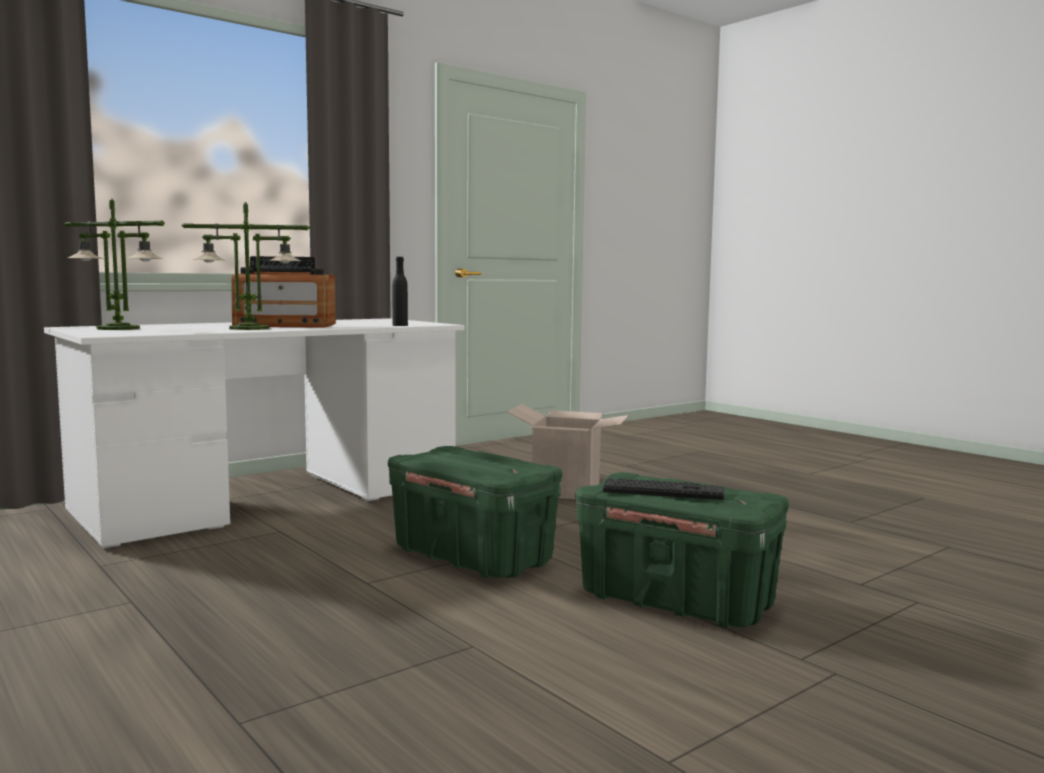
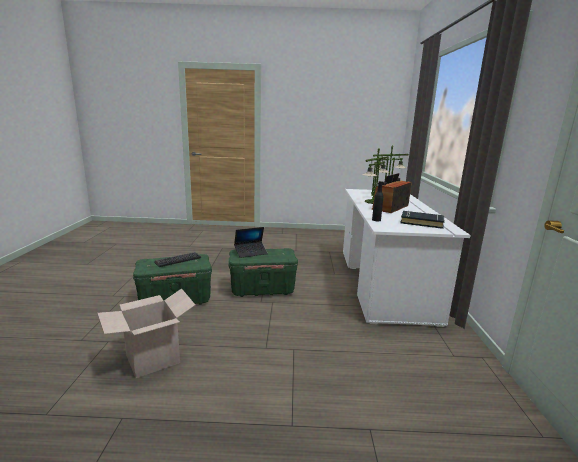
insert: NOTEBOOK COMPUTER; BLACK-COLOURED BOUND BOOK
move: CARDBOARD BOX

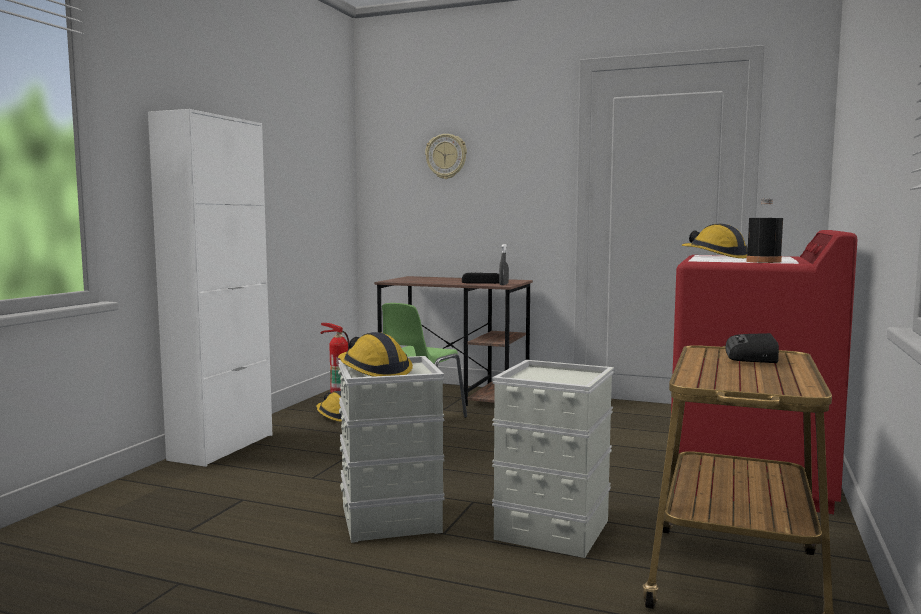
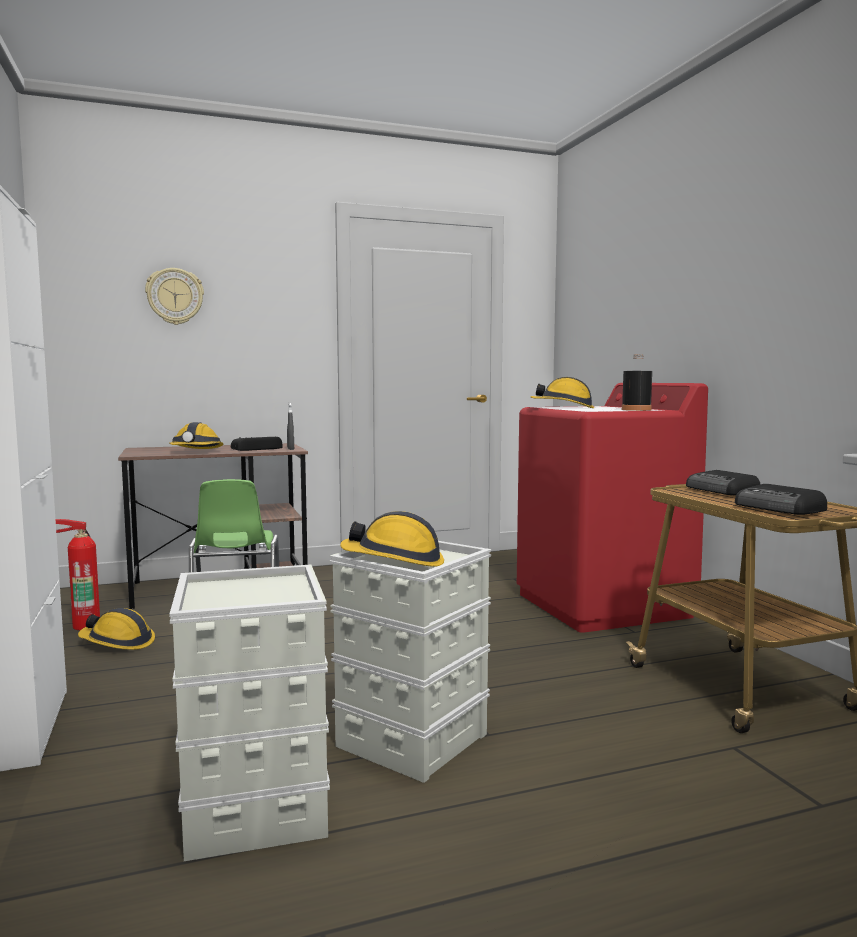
insert: WORK HELMET (2nd from left); RADIO RECEIVER (3rd from left)
move: GREY STORAGE BIN (2nd from left in the first image) to GREY STORAGE BIN (1st from left)

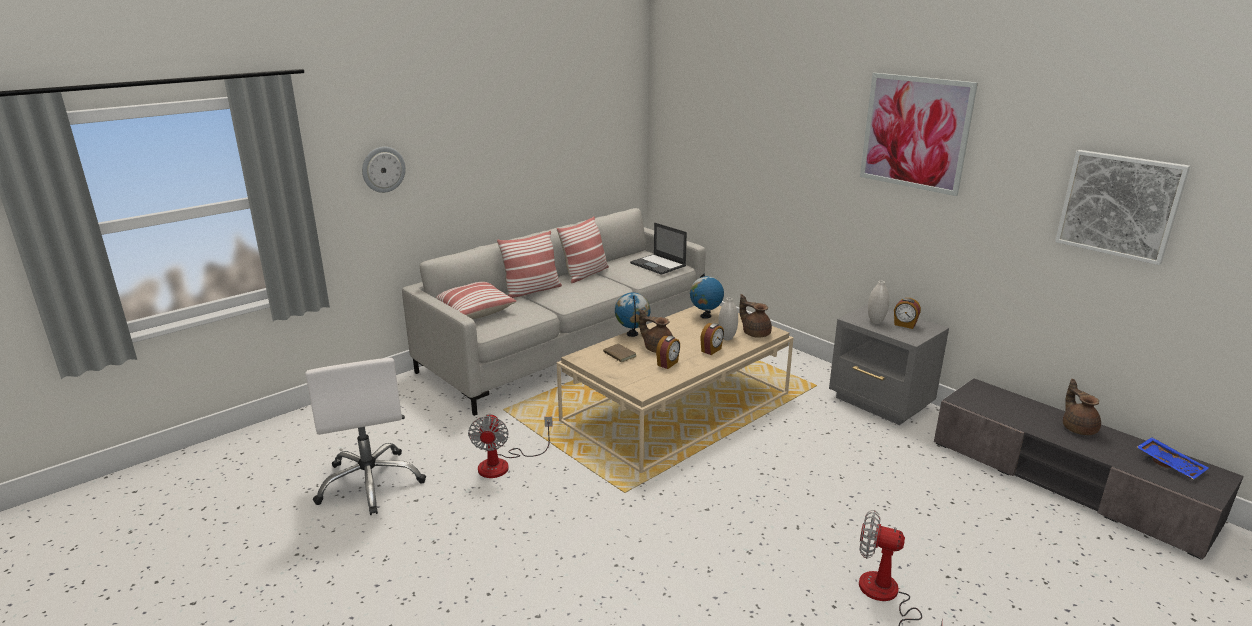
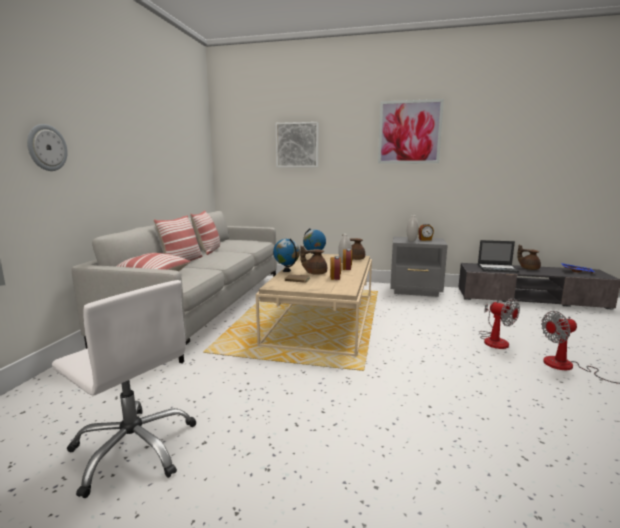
move: COOLING FAN (1st from left); NOTEBOOK COMPUTER; WALL PICTURE (2nd from left in the first image) to WALL PICTURE (1st from left)

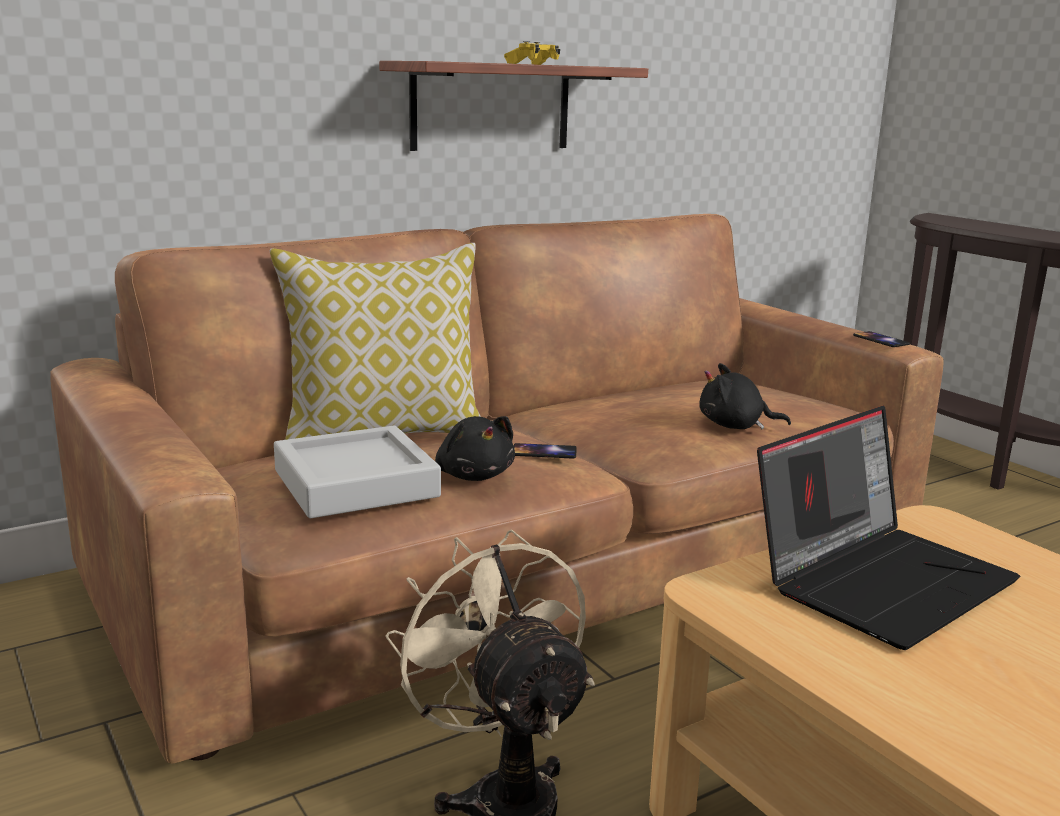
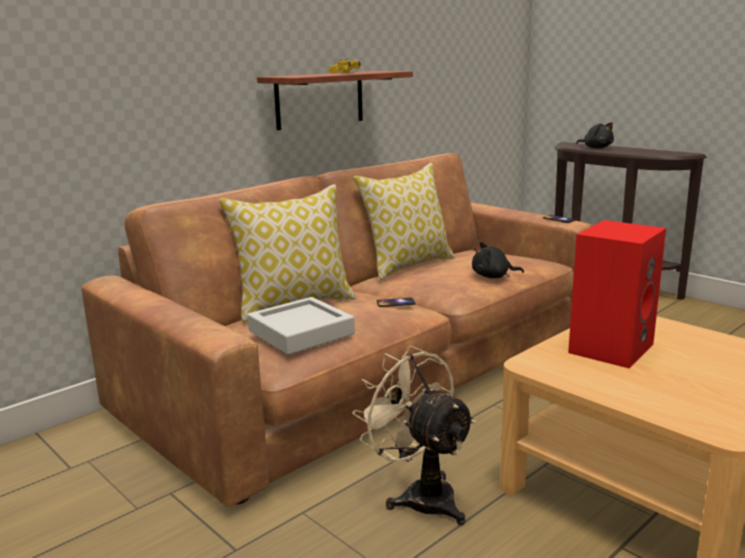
insert: CUSHION (2nd from left)
move: BLACK-COLOURED PLUSH TOY (1st from left in the first image) to BLACK-COLOURED PLUSH TOY (2nd from left)
replace: NOTEBOOK COMPUTER to REDDISH AUDIO SPEAKER

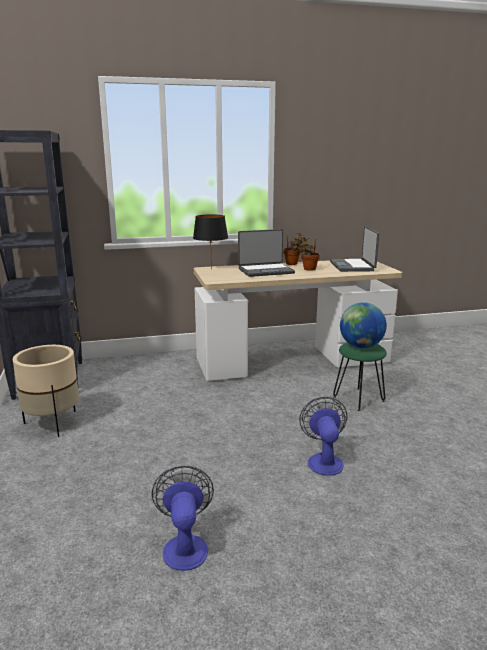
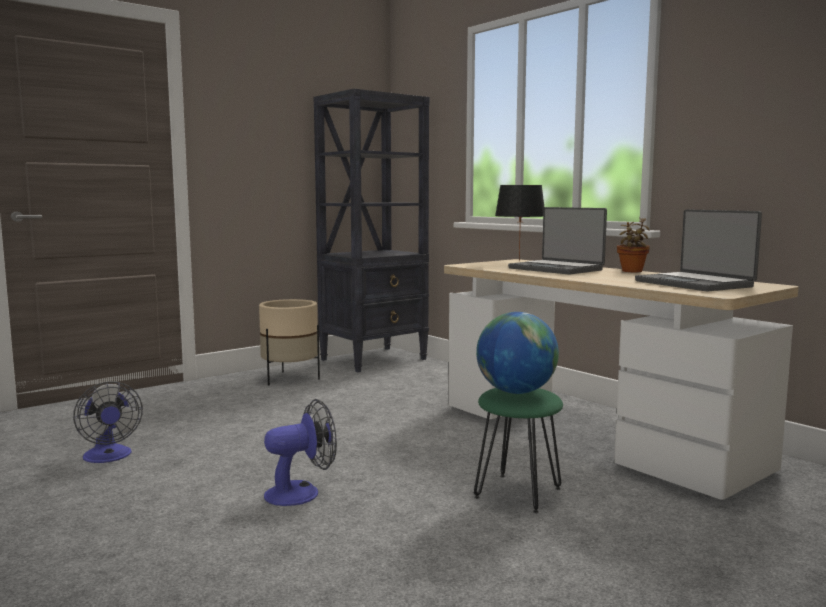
delete: HOUSEPLANT (2nd from left)
rotate: COOLING FAN (1st from left) 90 degrees clockwise; NOTEBOOK COMPUTER (2nd from left) 90 degrees counterclockwise

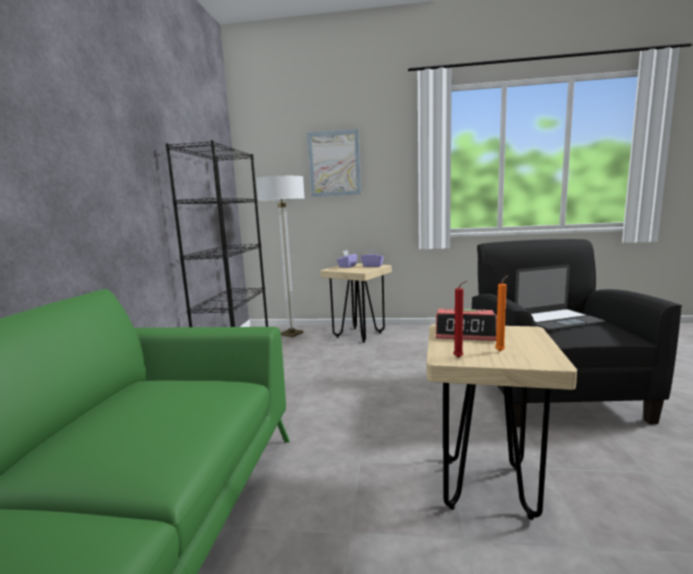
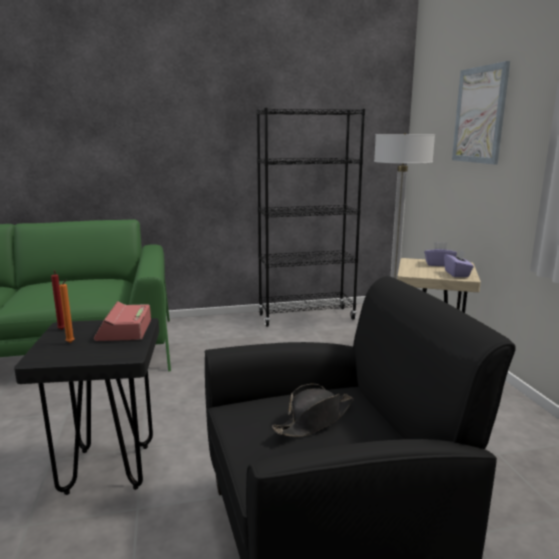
replace: NOTEBOOK COMPUTER to BLACK-COLOURED CLOTHING HAT
recolor: SAND-COLOURED STOOL (2nd from left) to BLACK-COLOURED STOOL

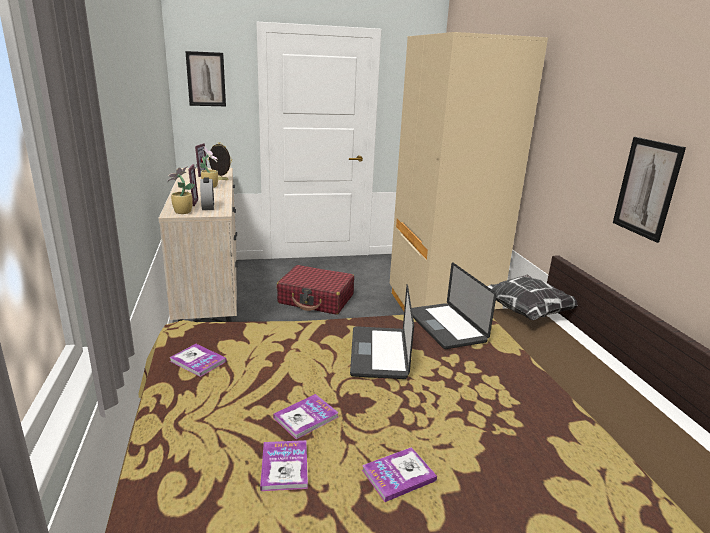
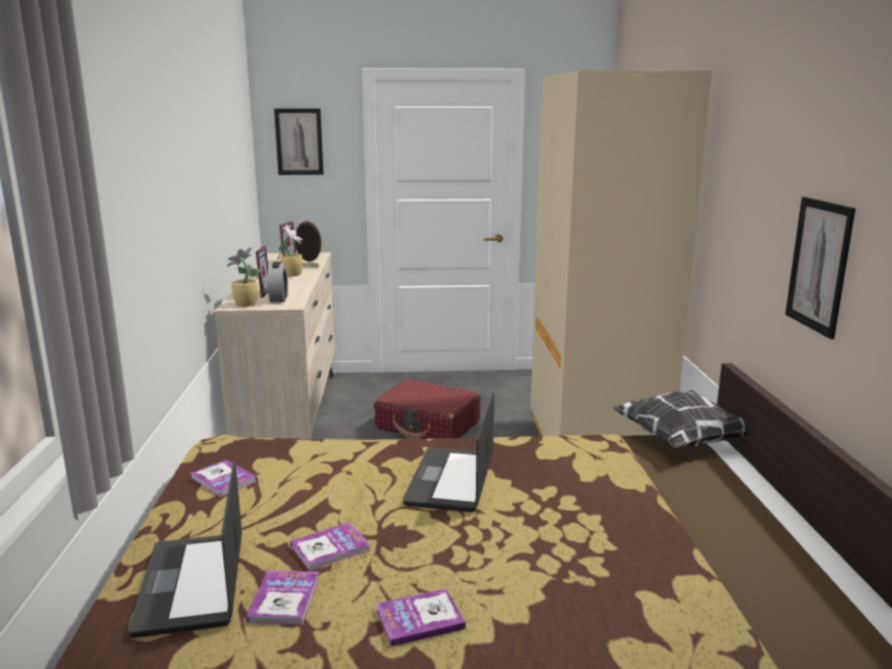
move: NOTEBOOK COMPUTER (2nd from left in the first image) to NOTEBOOK COMPUTER (1st from left)

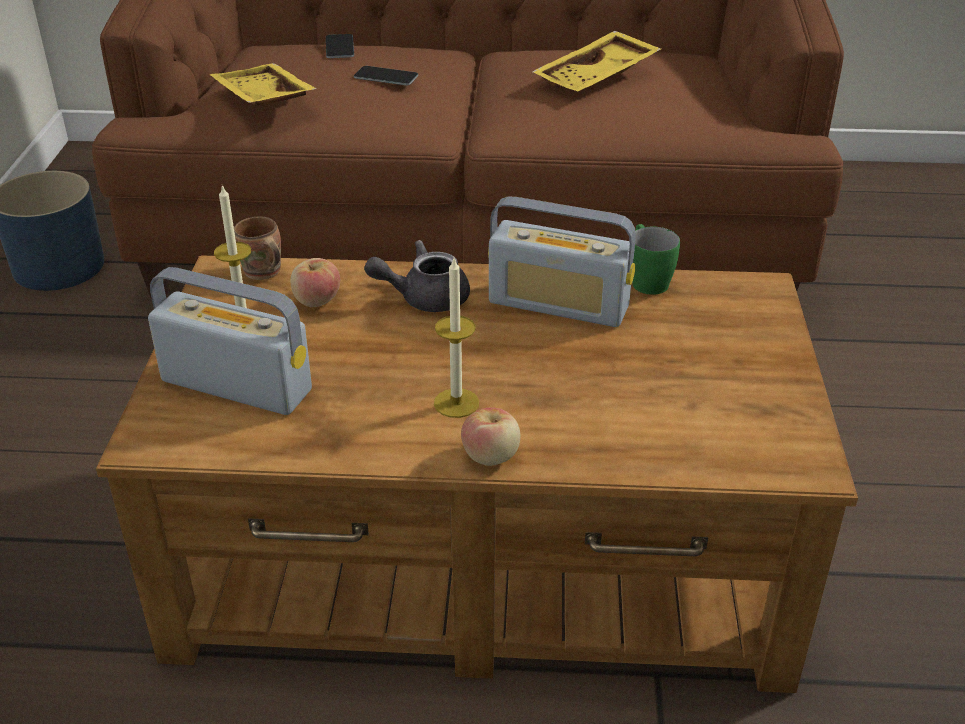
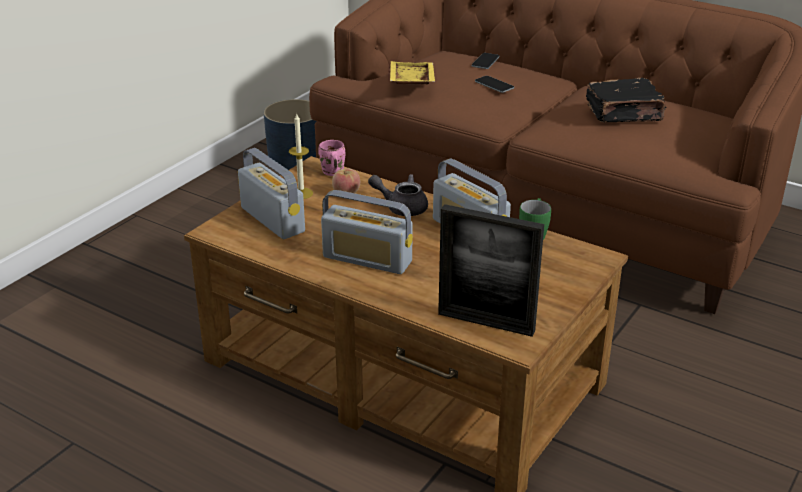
delete: APPLE (2nd from left)
insert: PICTURE FRAME
replace: WAX LIGHT (2nd from left) to RADIO RECEIVER (2nd from left); YELLOW TRAY (2nd from left) to BLACK-COLOURED BOUND BOOK
recolor: BROWN-COLOURED MUG to PINK MUG

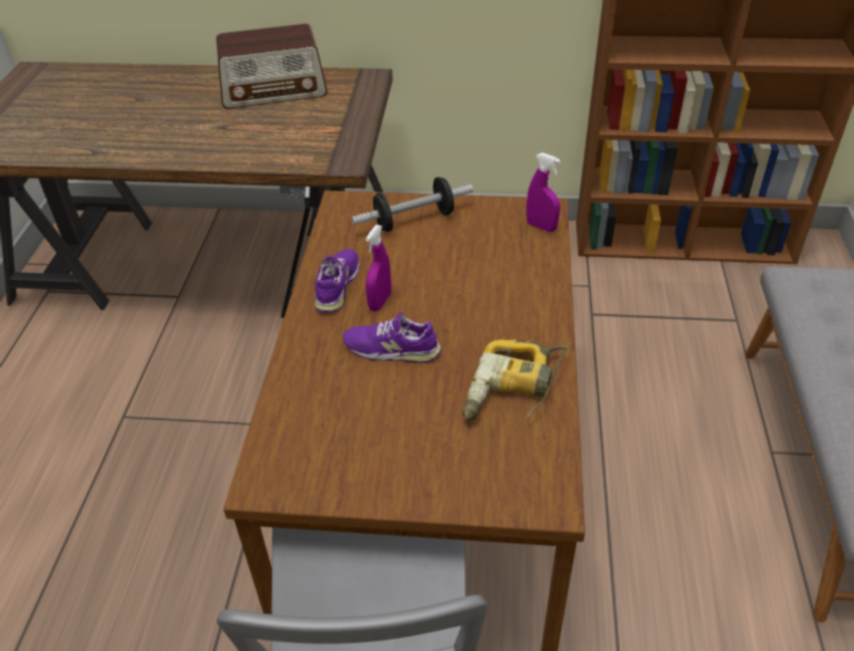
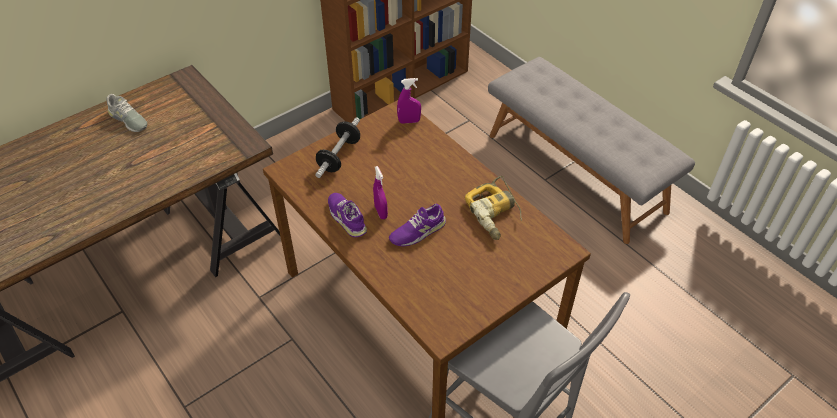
replace: RADIO RECEIVER to GREY LOW SHOE

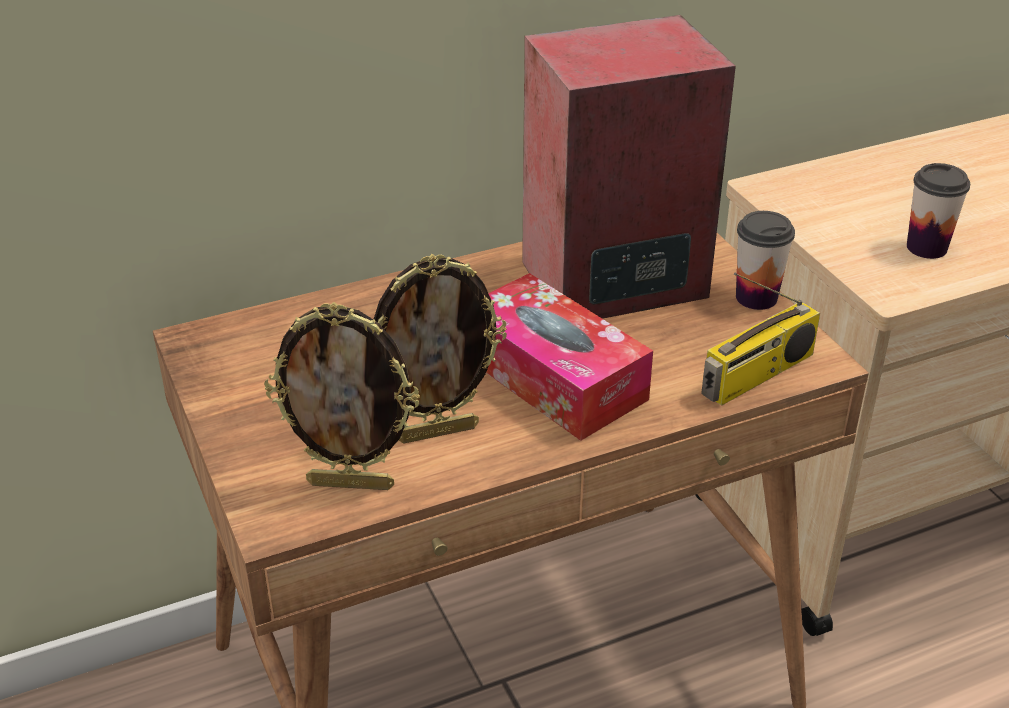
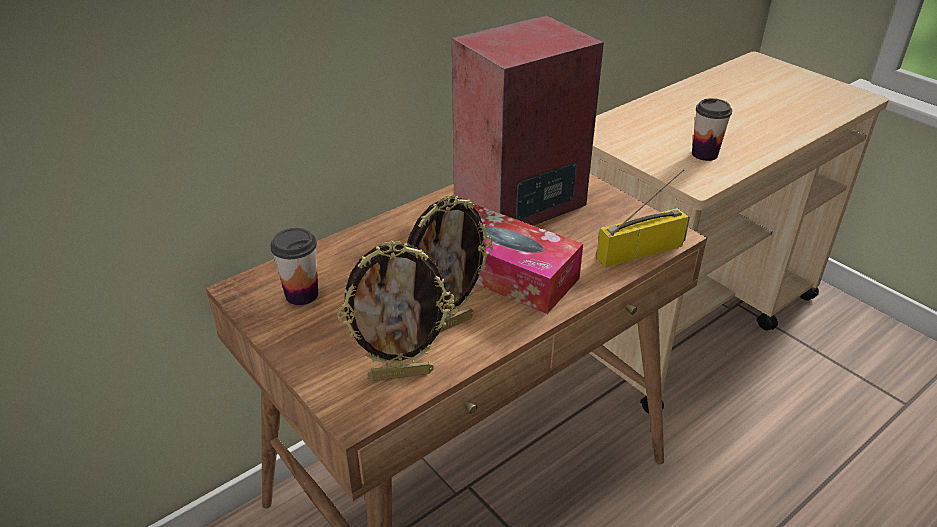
move: CUP (1st from left)
rotate: RADIO RECEIVER 150 degrees counterclockwise

